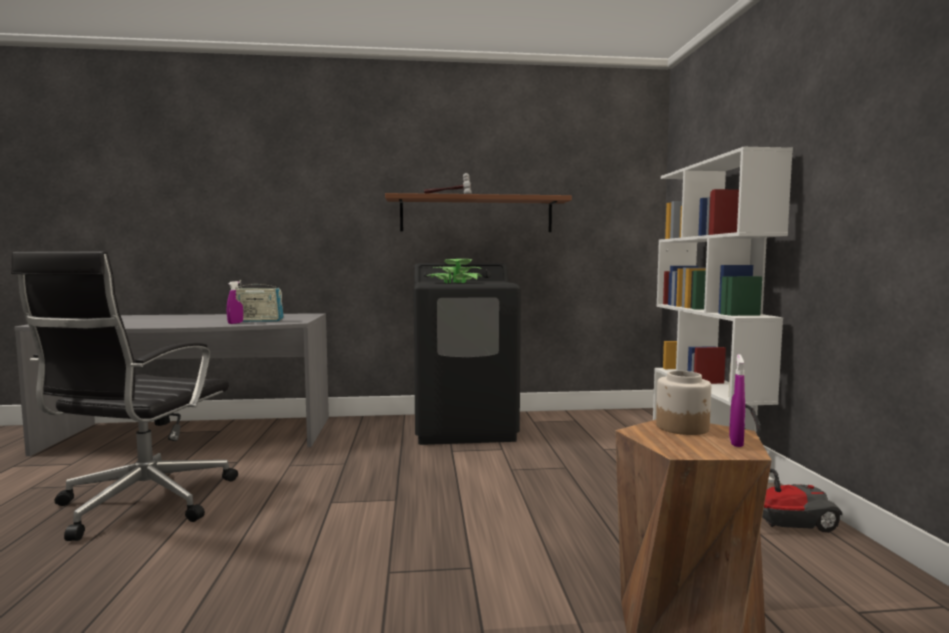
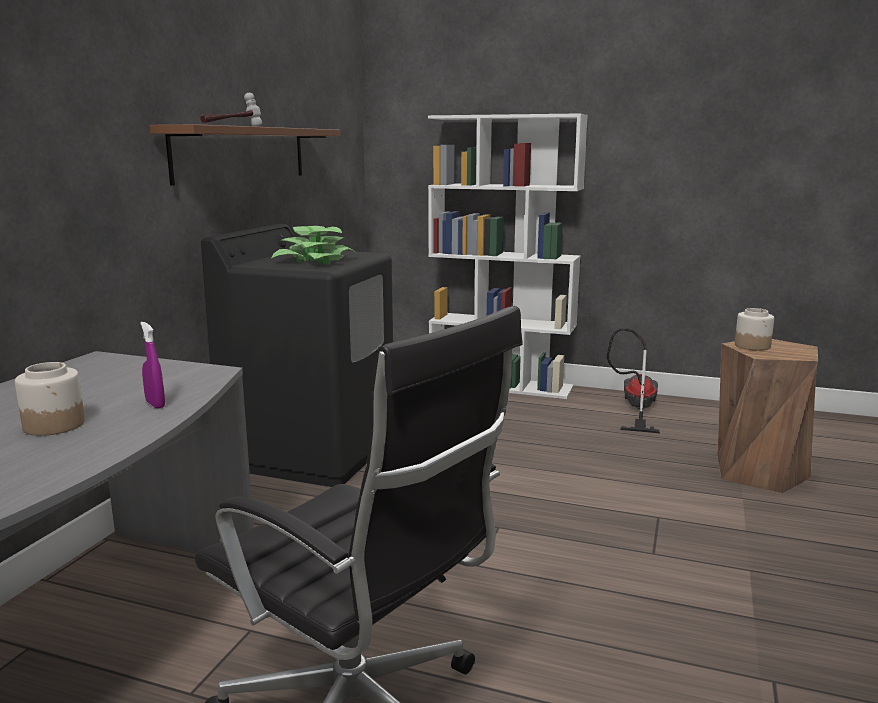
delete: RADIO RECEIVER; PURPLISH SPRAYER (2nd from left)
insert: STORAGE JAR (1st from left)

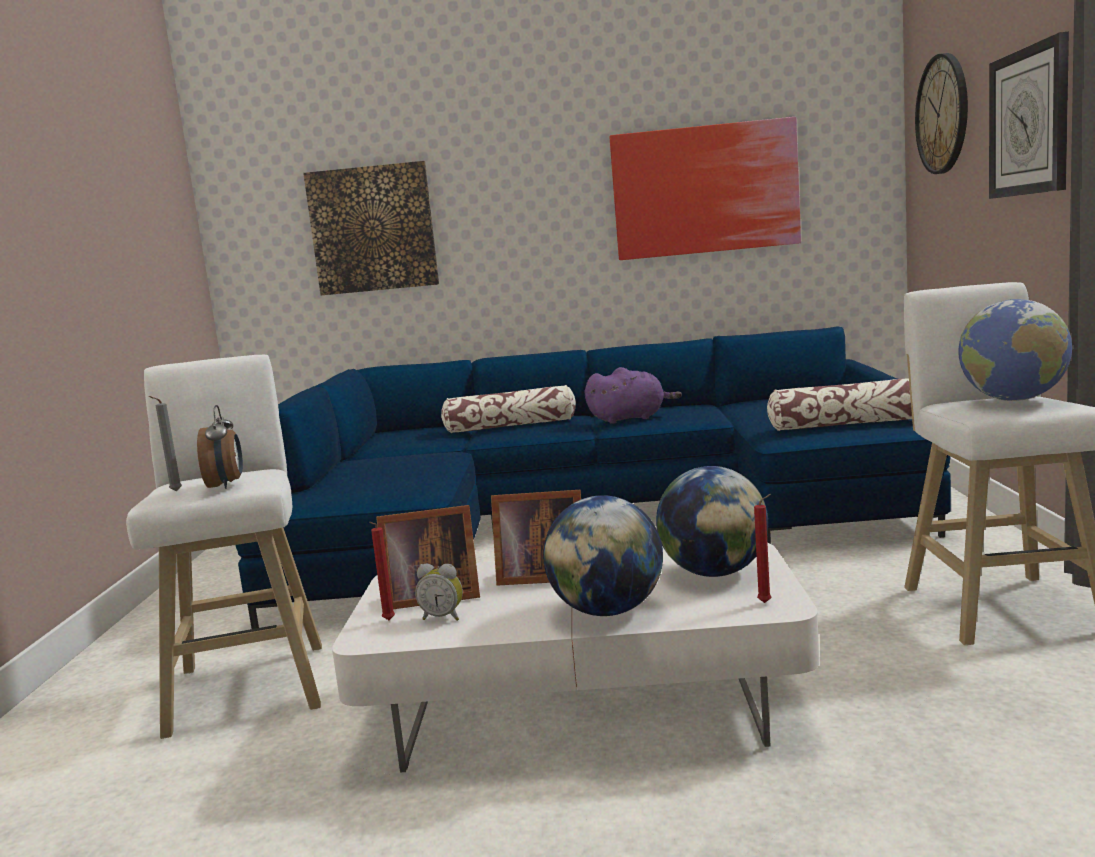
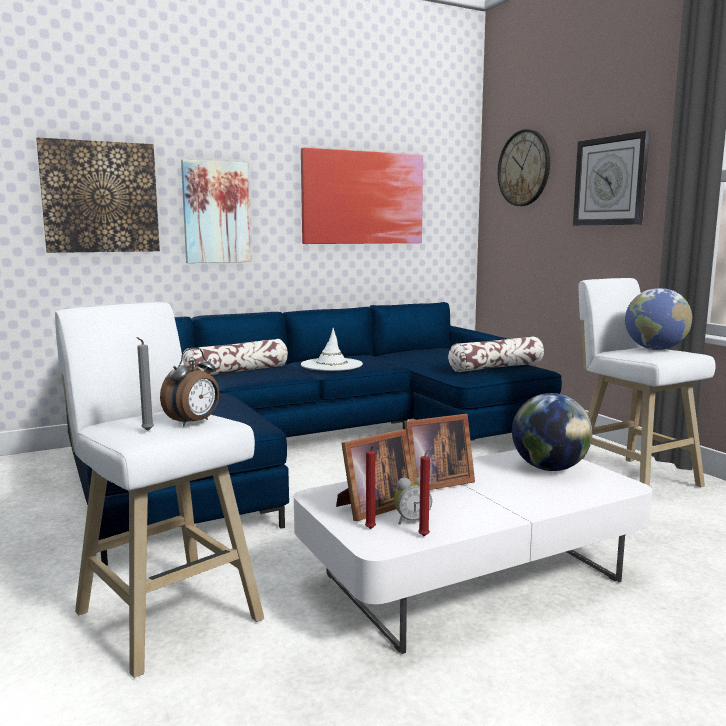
delete: DESK GLOBE (1st from left)
insert: WALL PICTURE (2nd from left)
move: REDDISH WAX LIGHT (2nd from left)
replace: PURPLISH PLUSH TOY to WHITE-COLOURED CLOTHING HAT
rotate: ALARM CLOCK (1st from left) 75 degrees clockwise

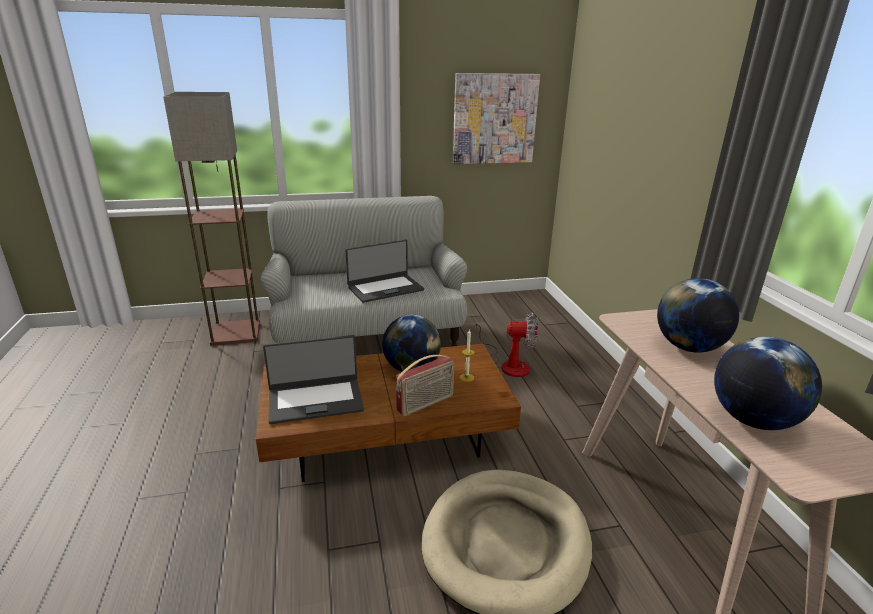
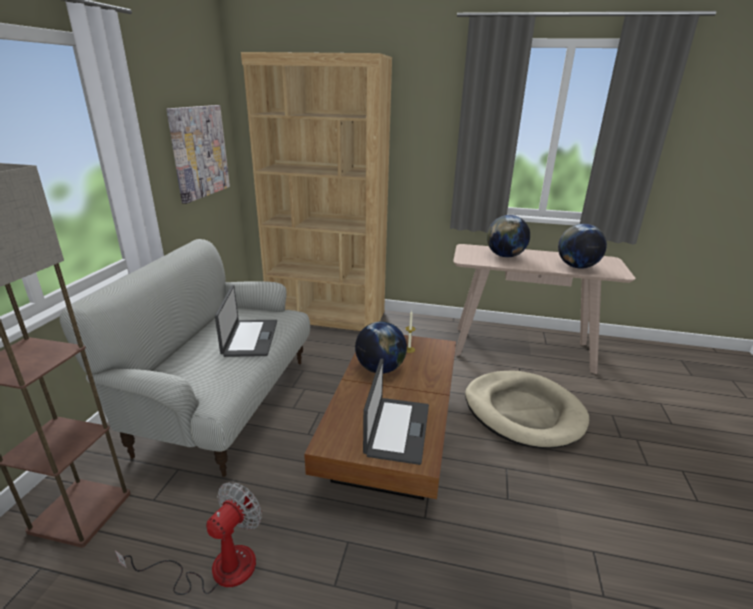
delete: RADIO RECEIVER
insert: BROWN-COLOURED BOOKCASE
move: COOLING FAN

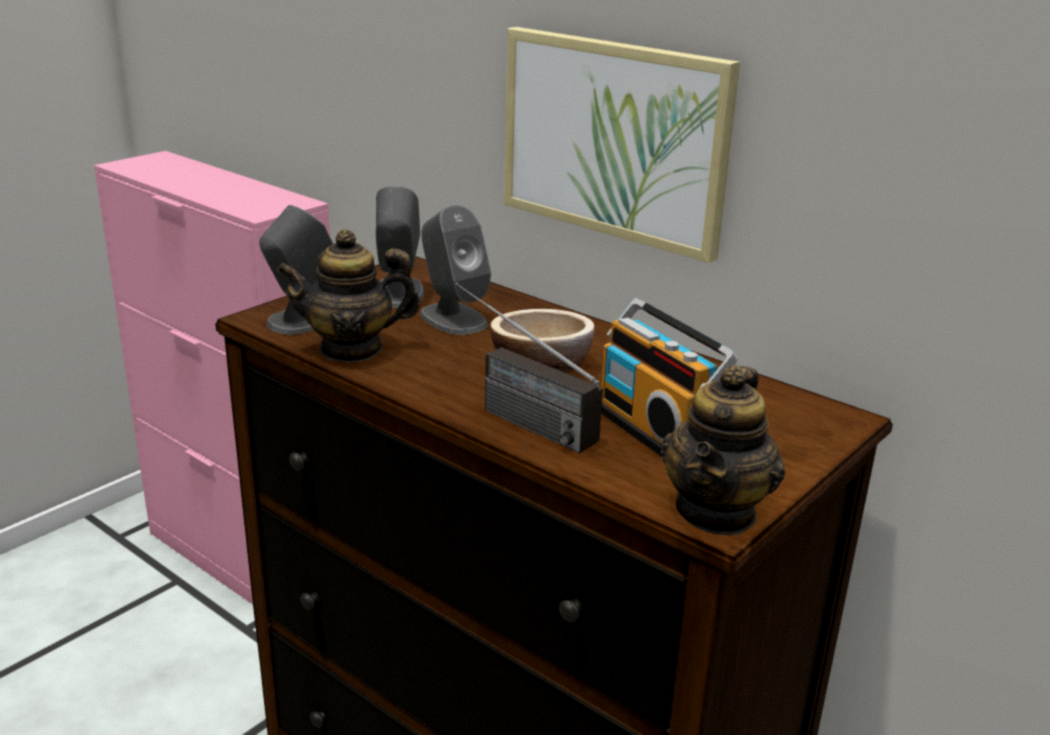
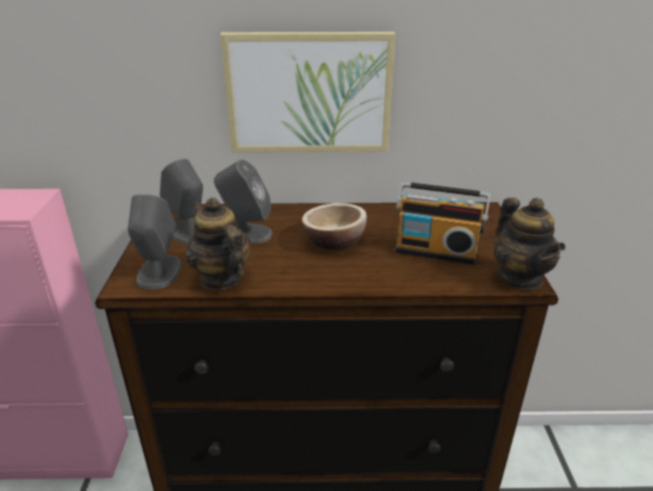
delete: RADIO RECEIVER (1st from left)
rotate: TEA POT (1st from left) 105 degrees clockwise

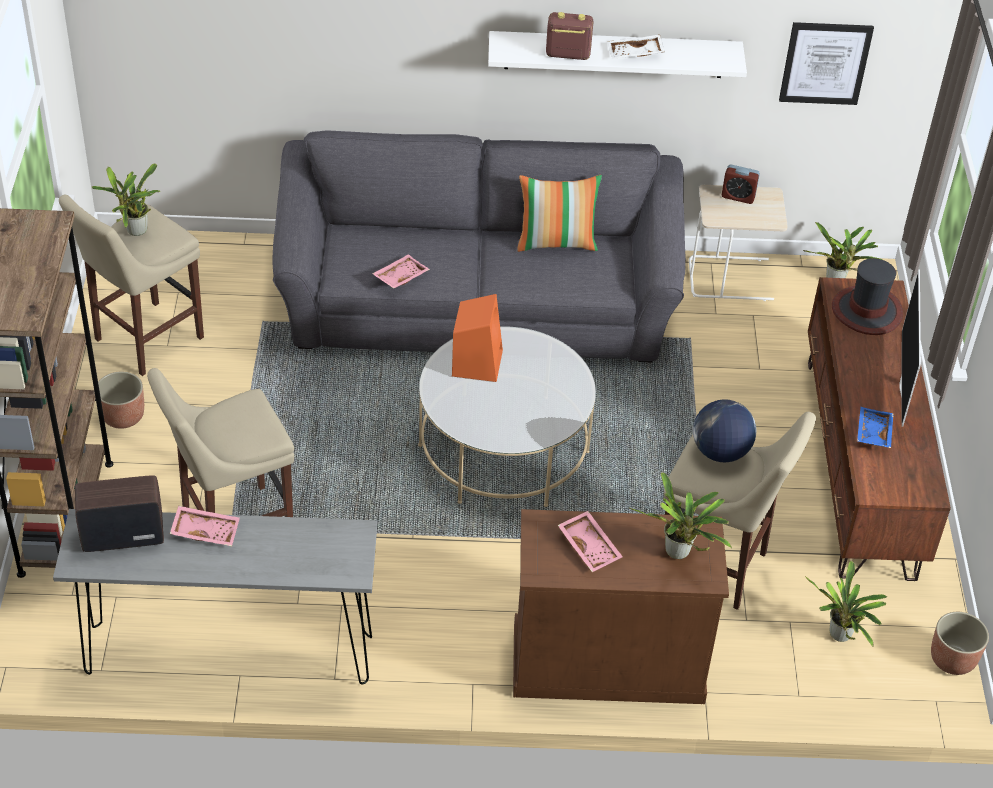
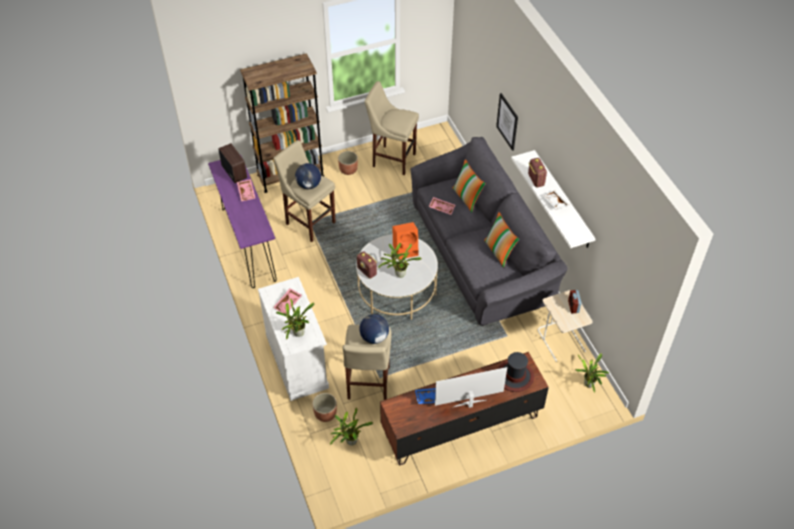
insert: DESK GLOBE (1st from left); RADIO RECEIVER (2nd from left); CUSHION (1st from left)
move: HOUSEPLANT (1st from left in the first image) to HOUSEPLANT (3rd from left); WALL PICTURE; PLANTER (2nd from left in the first image) to PLANTER (1st from left)
recolor: GREY HALL TABLE to PURPLISH HALL TABLE; BROWN-COLOURED CUPBOARD to WHITE-COLOURED CUPBOARD

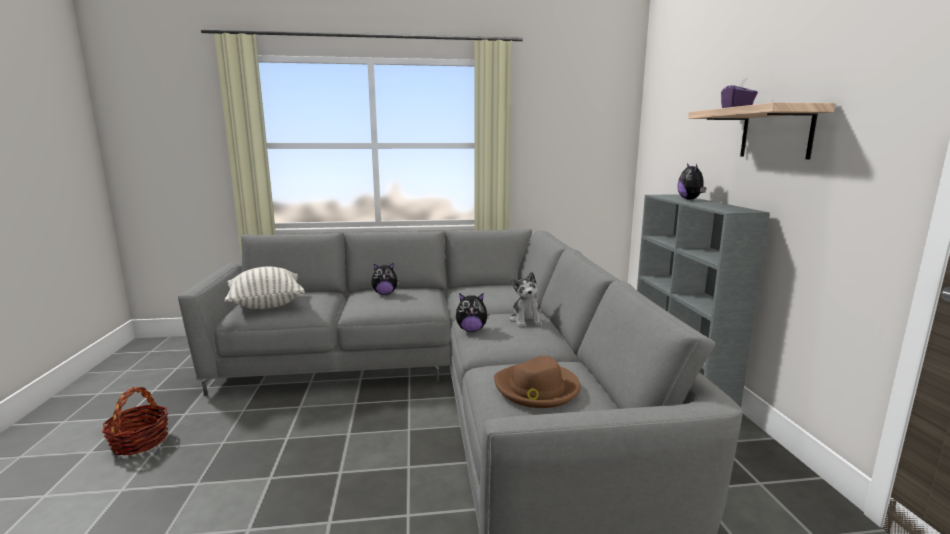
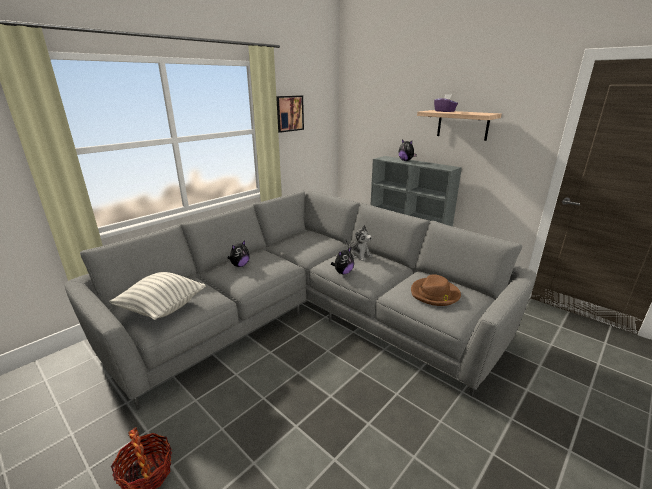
insert: WALL PICTURE

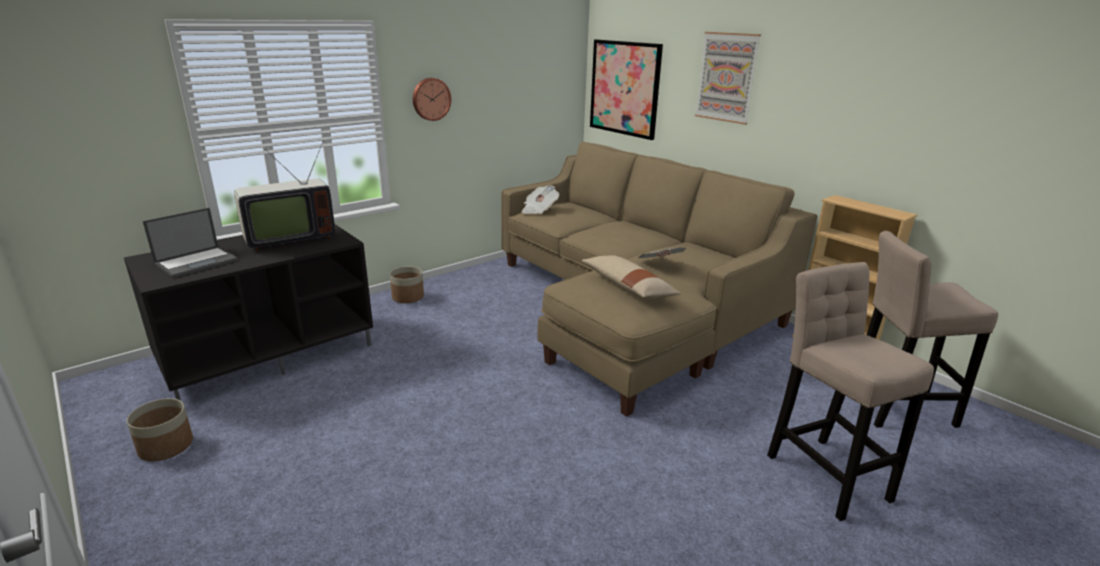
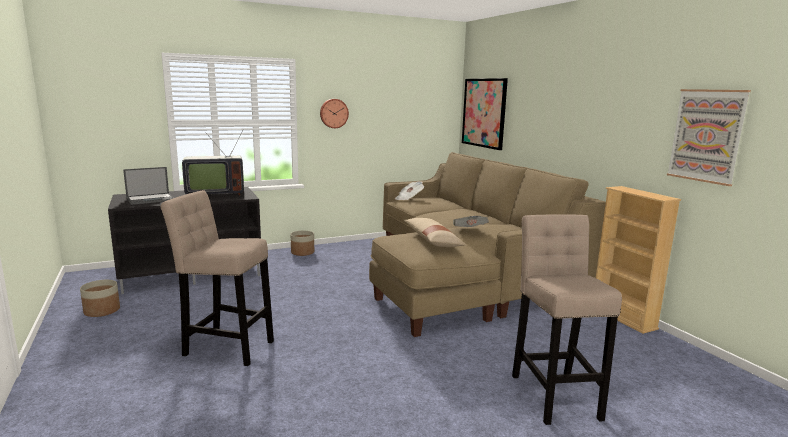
move: WALL PICTURE (2nd from left); SAND-COLOURED STOOL (2nd from left in the first image) to SAND-COLOURED STOOL (1st from left)

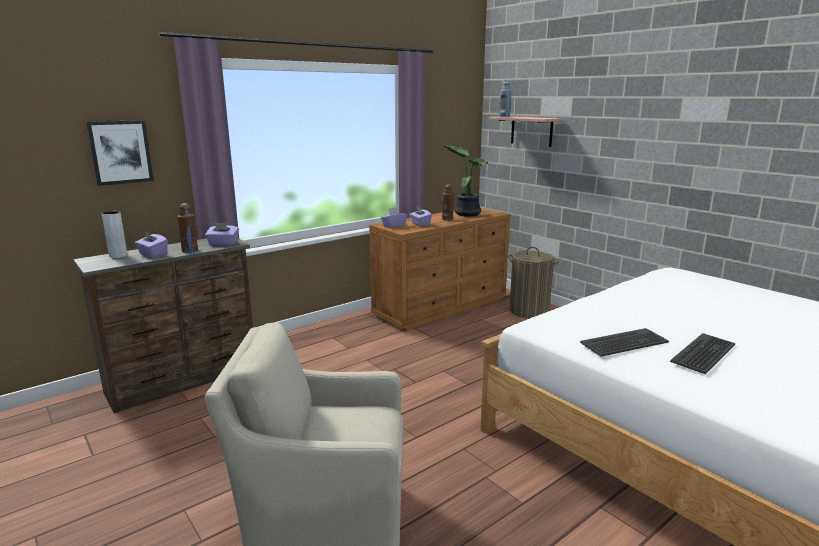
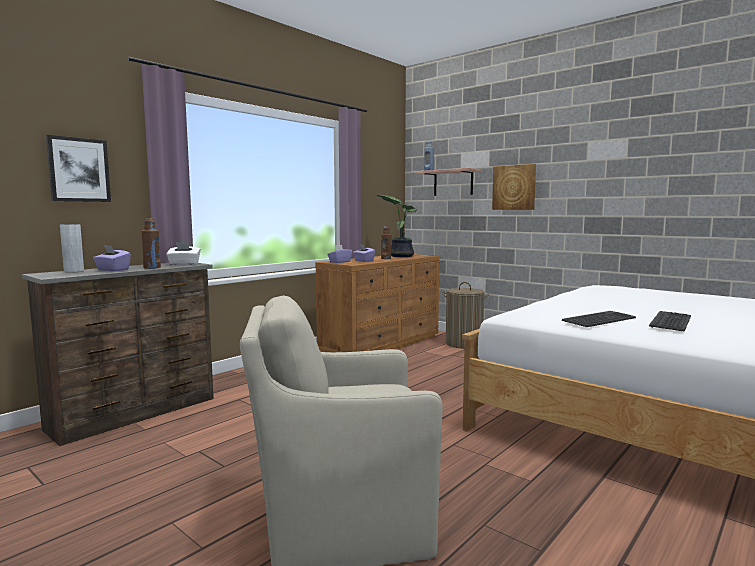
insert: WALL PICTURE (2nd from left)
recolor: PURPLISH BOX OF TISSUES (2nd from left) to WHITE-COLOURED BOX OF TISSUES

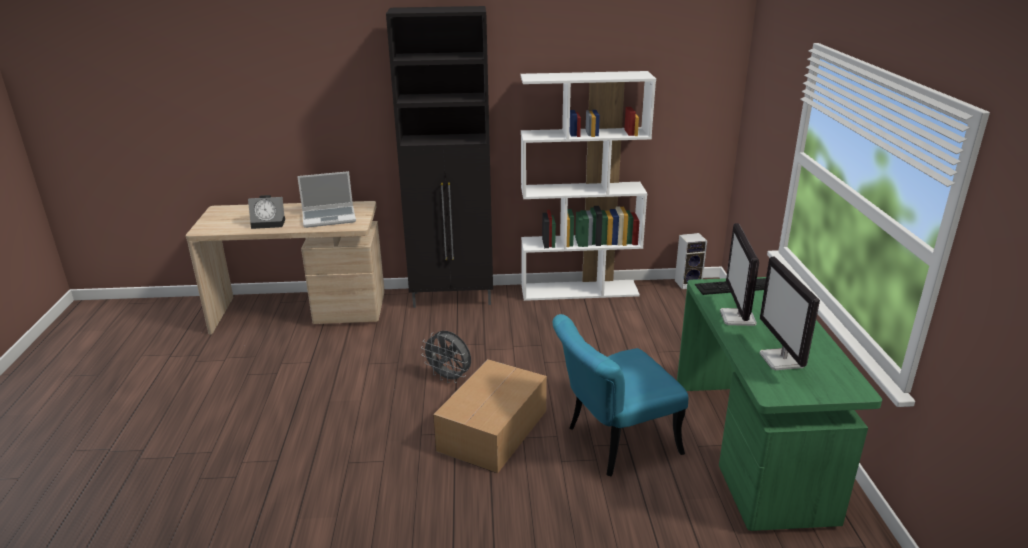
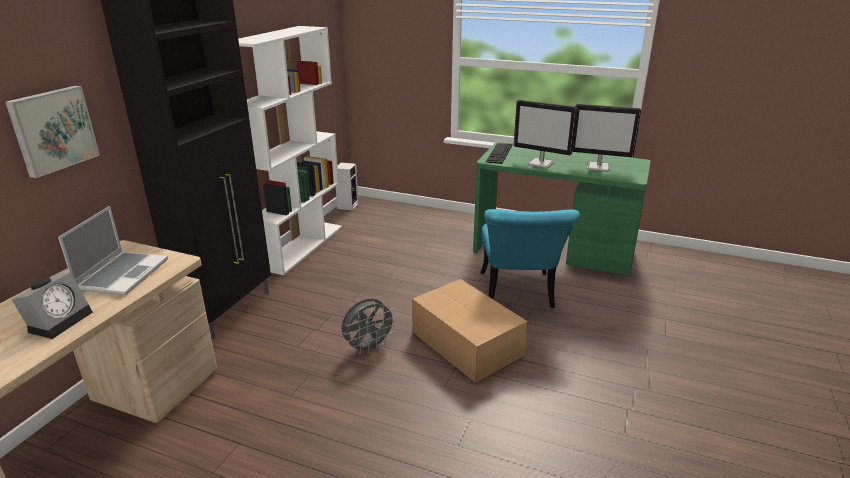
insert: WALL PICTURE

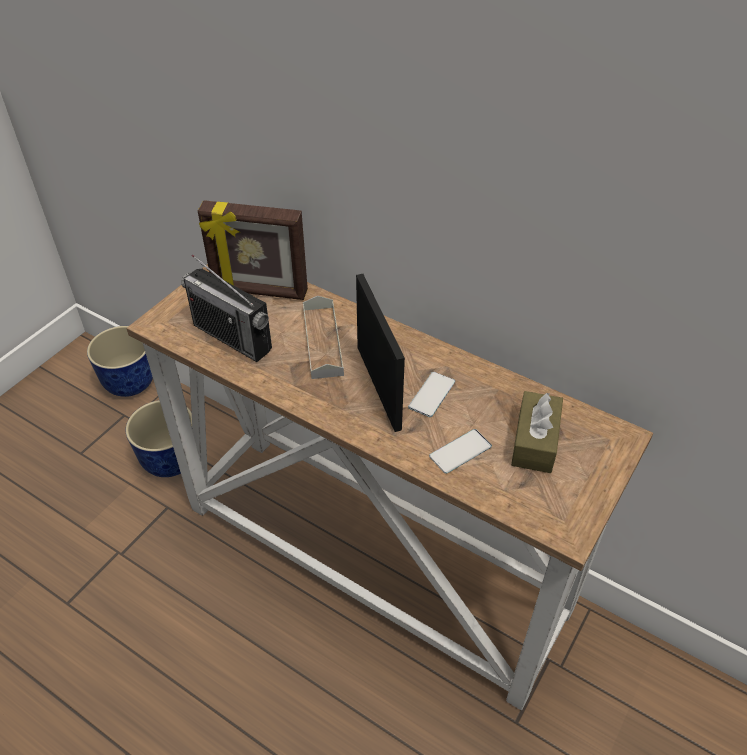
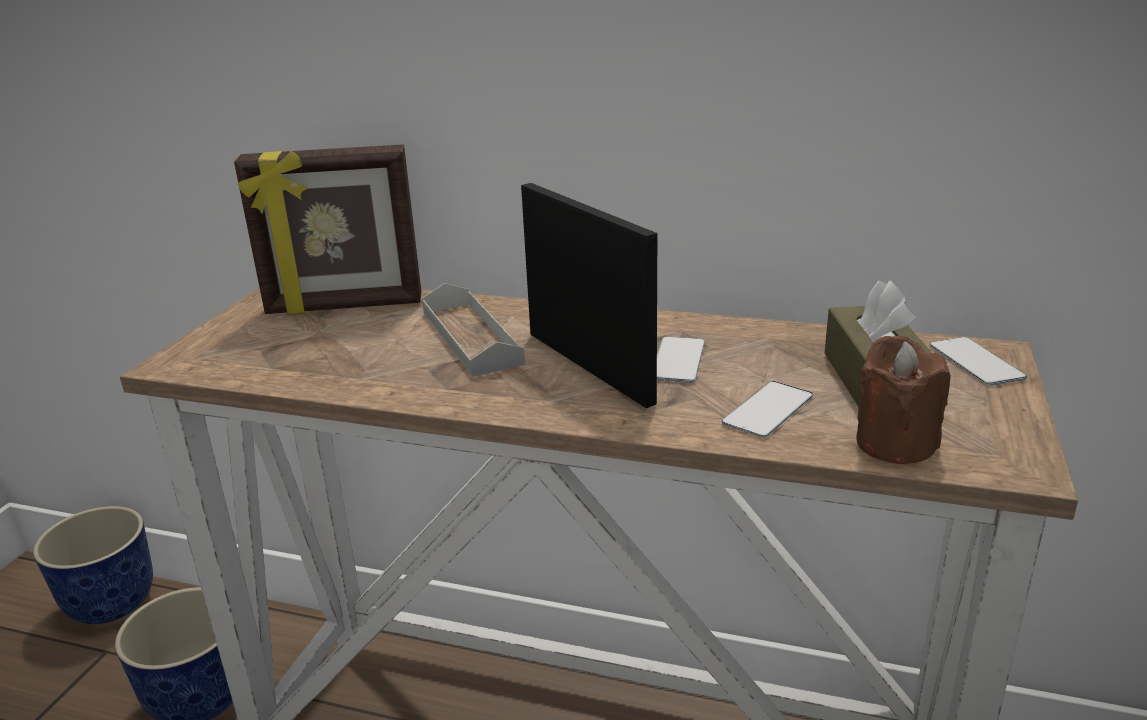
delete: RADIO RECEIVER
insert: BROWN-COLOURED WAX LIGHT; PHONE (3rd from left)

